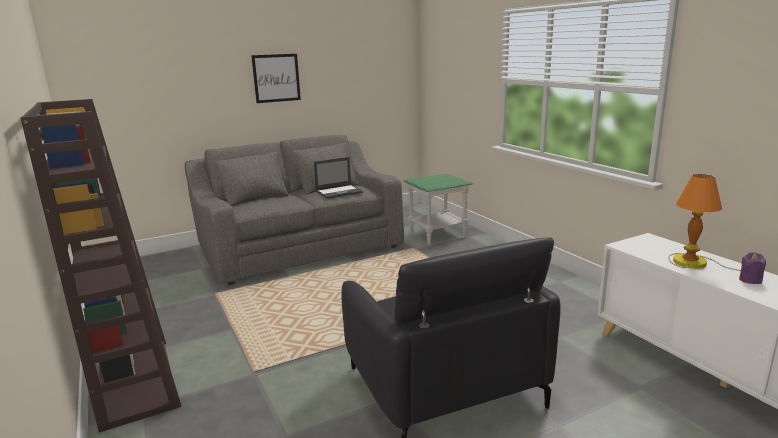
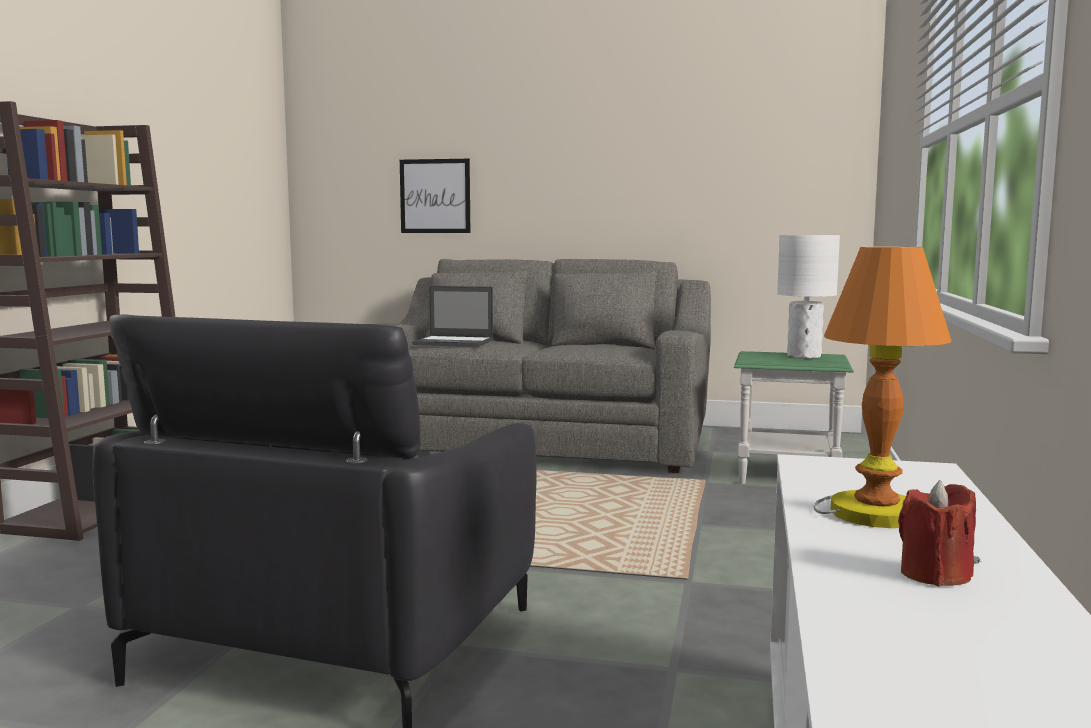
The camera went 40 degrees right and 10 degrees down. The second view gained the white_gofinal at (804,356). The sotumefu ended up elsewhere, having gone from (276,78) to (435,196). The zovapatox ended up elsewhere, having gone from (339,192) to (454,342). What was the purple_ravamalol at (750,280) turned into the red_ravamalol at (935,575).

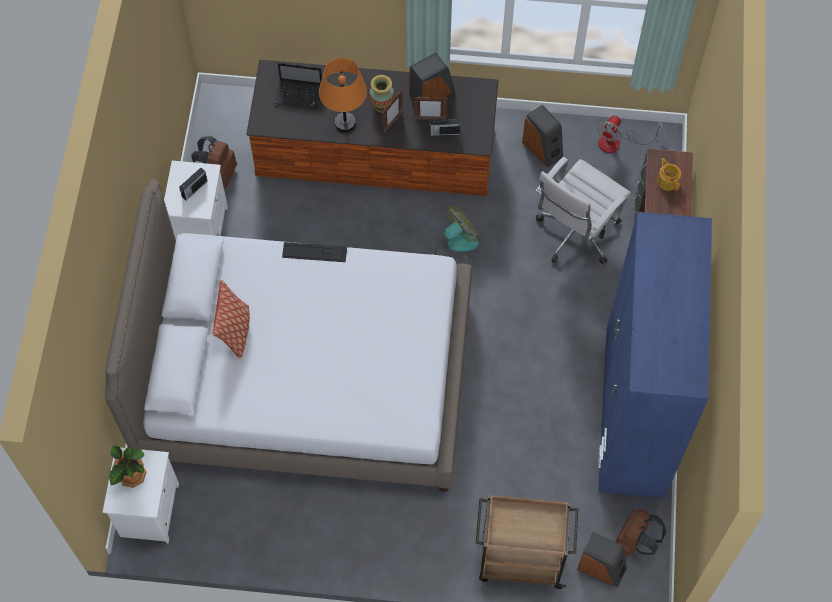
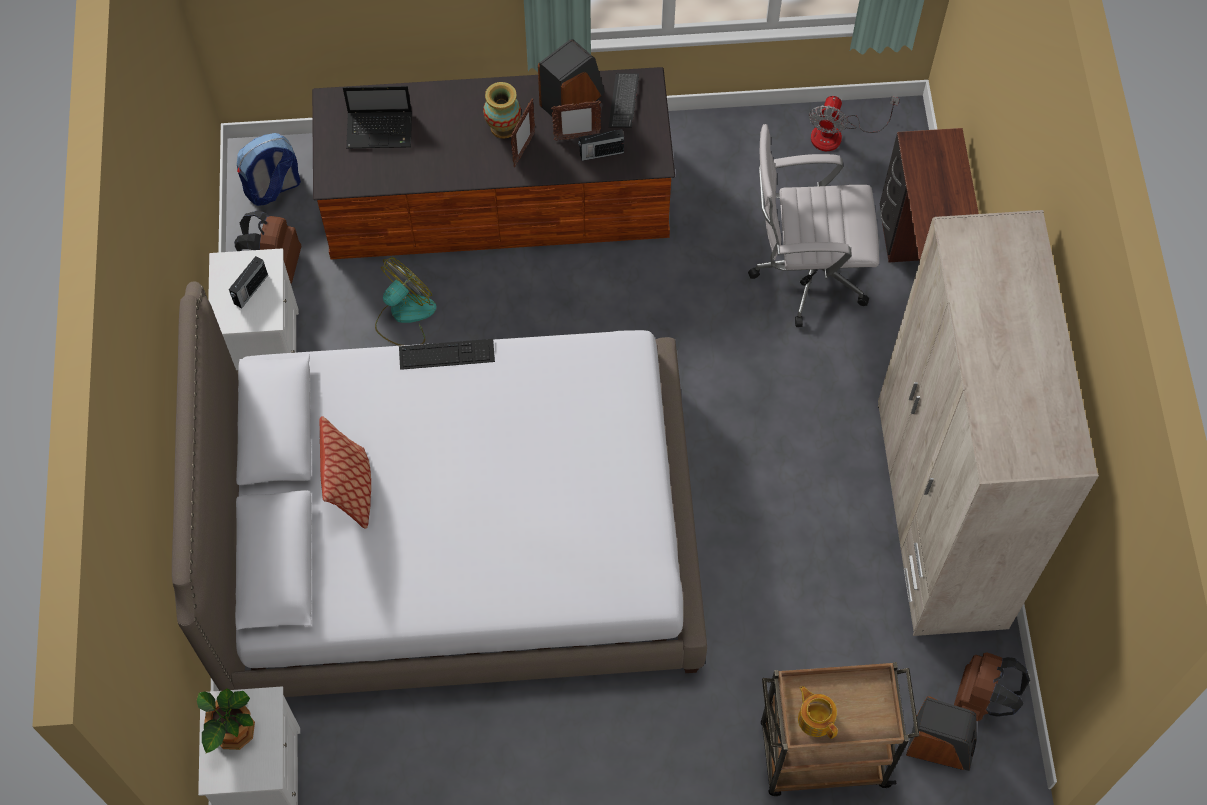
The camera went 10 degrees left and 0 degrees up. The second view lost the orange_gofinal at (345,122). The second view lost the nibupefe at (543,148). The second view gained the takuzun at (273,188). The second view gained the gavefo at (623,101). The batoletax ended up elsewhere, having gone from (456,246) to (404,316). The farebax ended up elsewhere, having gone from (668,180) to (815,718). What was the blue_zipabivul at (633,414) turned into the beige_zipabivul at (940,515). The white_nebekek at (575,235) ended up facing another way, 60 degrees clockwise from before.

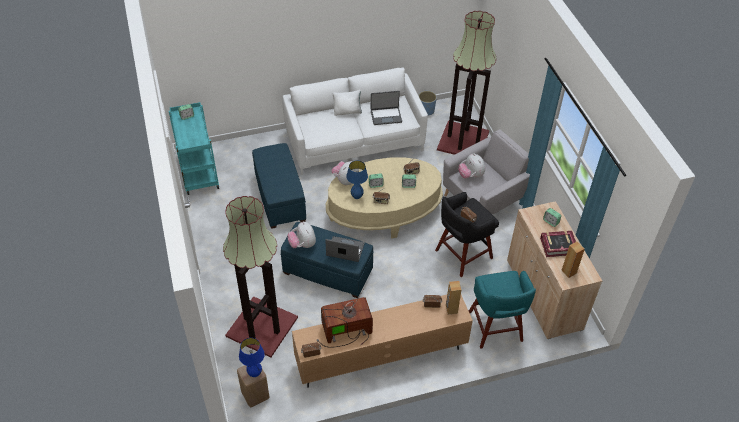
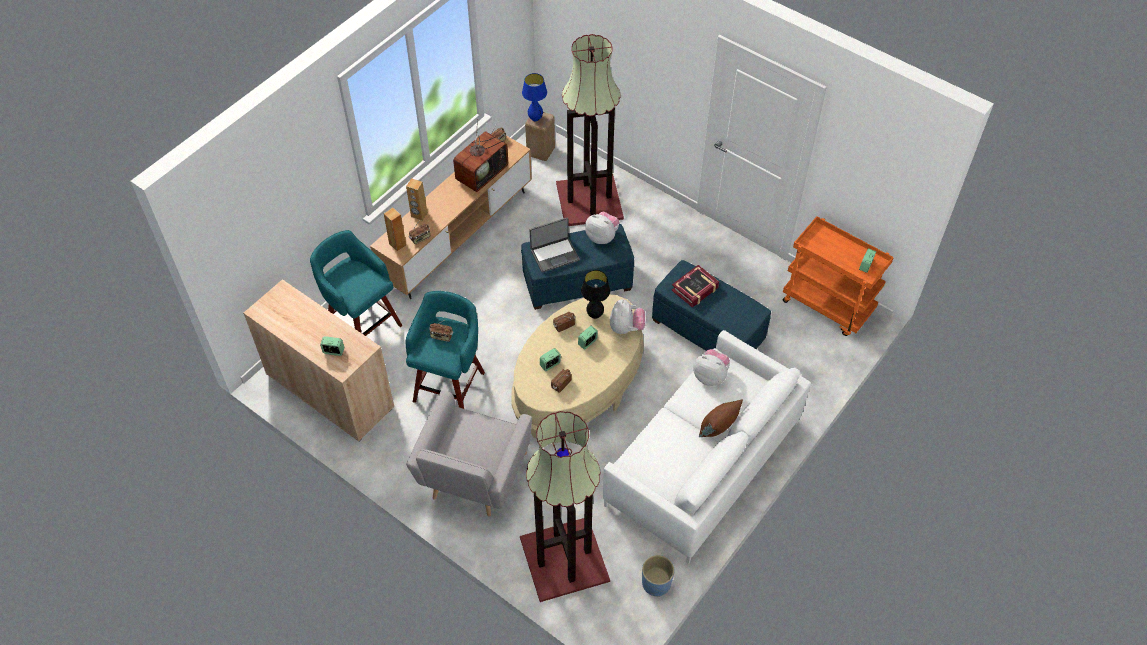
The camera went 145 degrees right and 5 degrees up. The second view lost the zovapatox at (386,116). The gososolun ended up elsewhere, having gone from (470,175) to (710,376). The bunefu ended up elsewhere, having gone from (558,246) to (695,289). The brown_nibupefe ended up elsewhere, having gone from (569,272) to (419,215). What was the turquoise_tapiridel at (198,172) turned into the orange_tapiridel at (828,306). What was the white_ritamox at (347,112) turned into the brown_ritamox at (717,428). What was the blue_gofinal at (356,197) turned into the black_gofinal at (595,315). What was the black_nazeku at (462,255) turned into the turquoise_nazeku at (450,385).

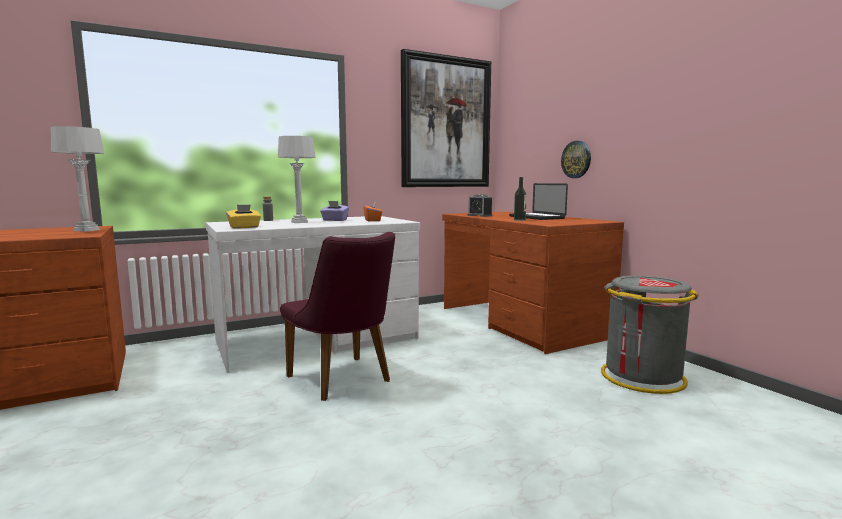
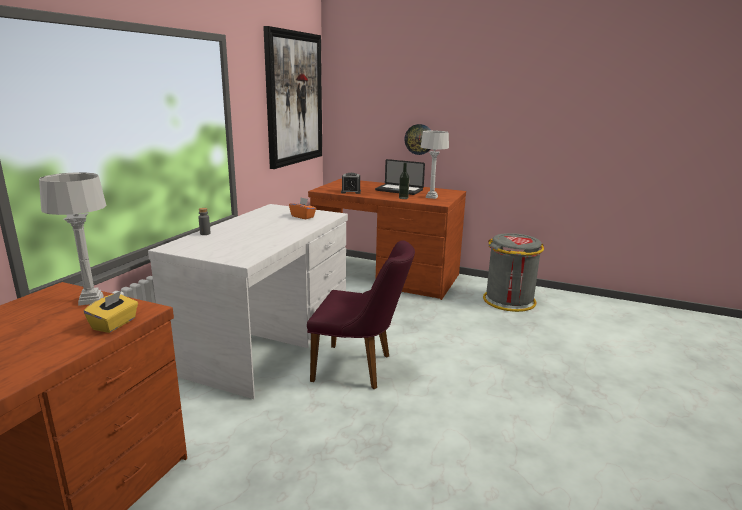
The camera went 40 degrees left and 10 degrees up. The second view lost the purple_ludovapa at (334,220). The yellow_ludovapa ended up elsewhere, having gone from (244,227) to (114,324). The grey_gofinal ended up elsewhere, having gone from (299,222) to (431,197).

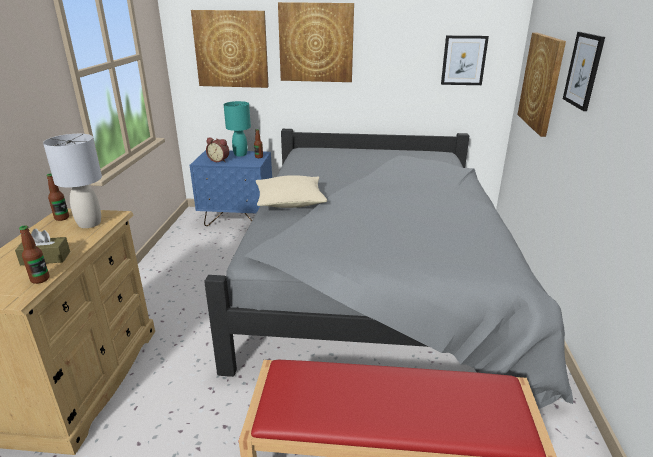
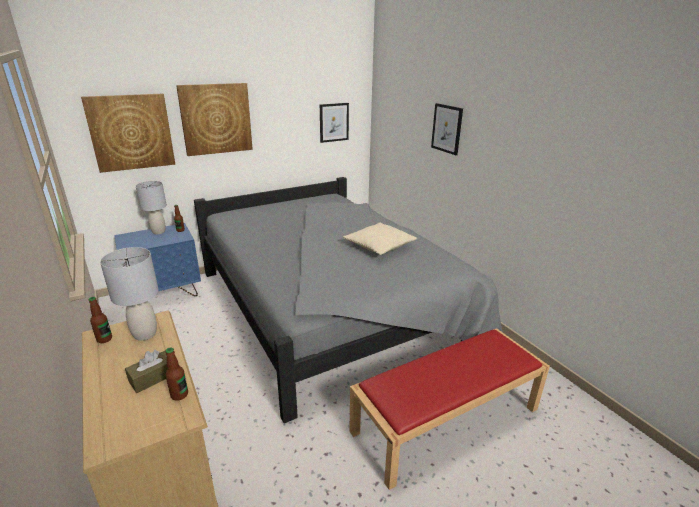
The camera went 35 degrees left and 0 degrees up. The second view lost the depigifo at (219,160). The second view lost the sotumefu at (541,82). The beige_ritamox ended up elsewhere, having gone from (290,201) to (379,246). What was the turquoise_gofinal at (240,154) turned into the grey_gofinal at (159,232).

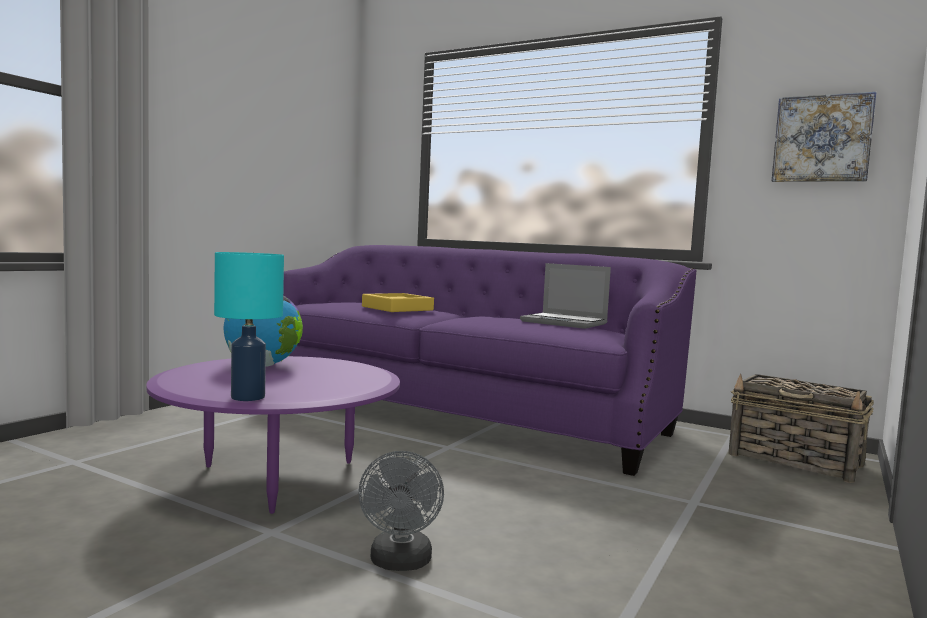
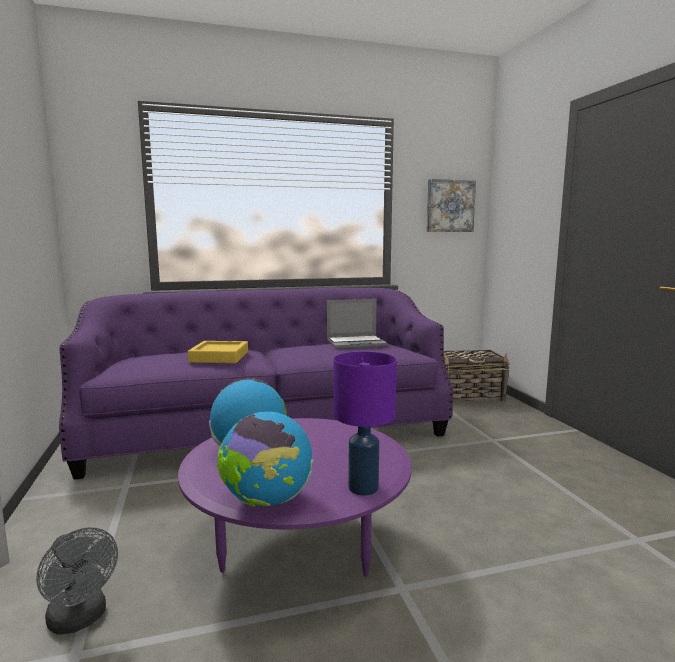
The camera went 45 degrees left and 5 degrees up. The second view gained the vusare at (267,501). The grey_batoletax ended up elsewhere, having gone from (400,563) to (80,619). What was the turquoise_gofinal at (249,397) turned into the purple_gofinal at (364,487).

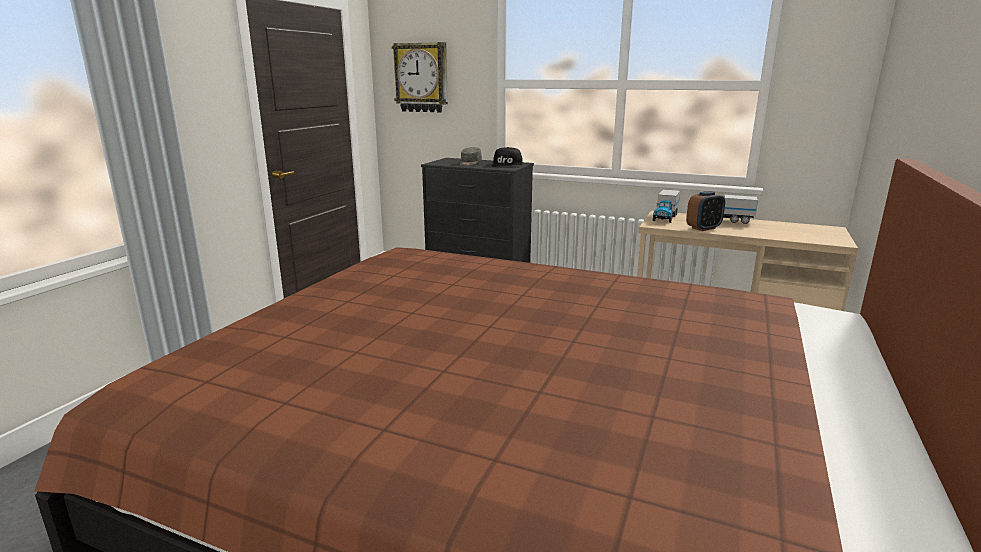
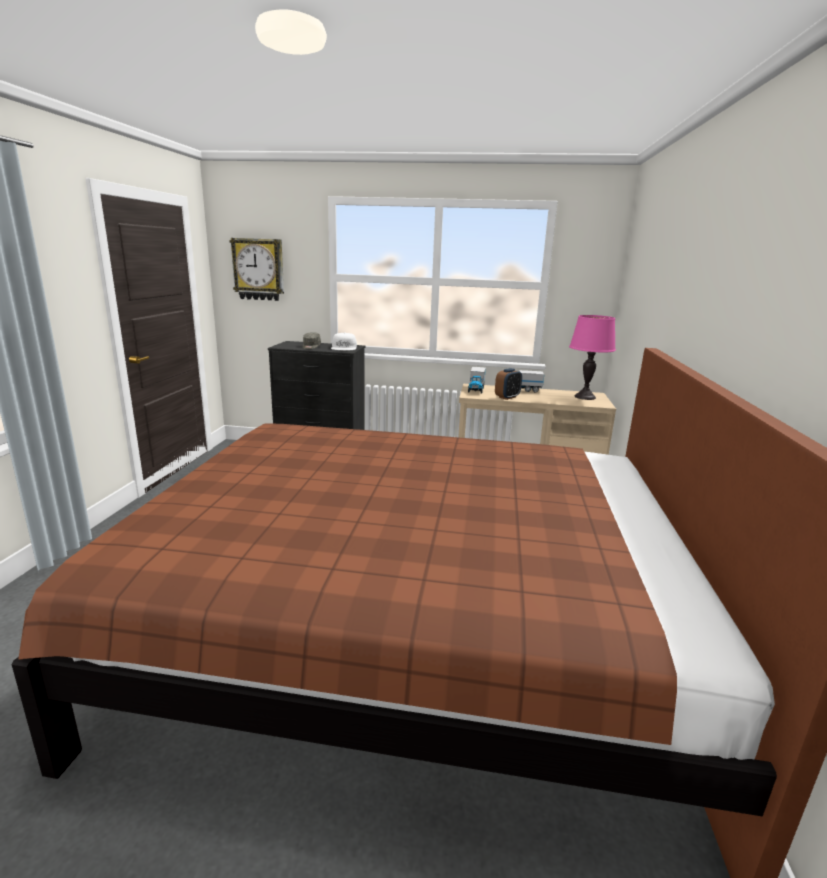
The camera went 15 degrees left and 0 degrees up. The second view gained the pink_gofinal at (585,397). What was the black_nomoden at (507,165) turned into the white_nomoden at (344,347).

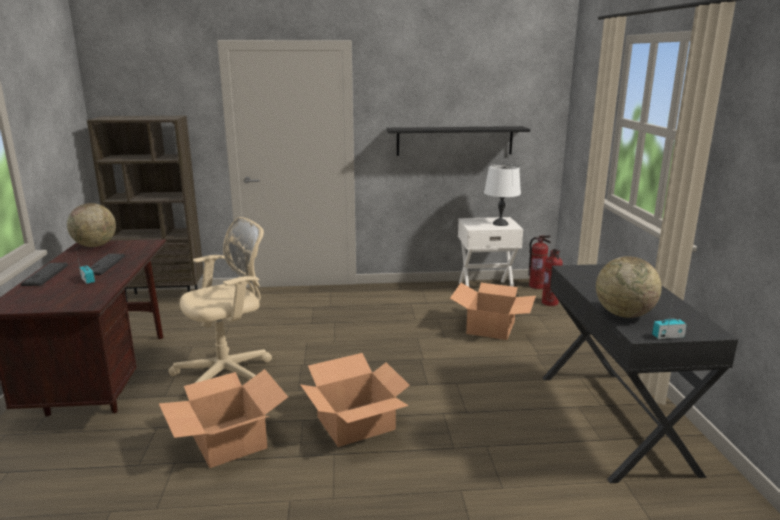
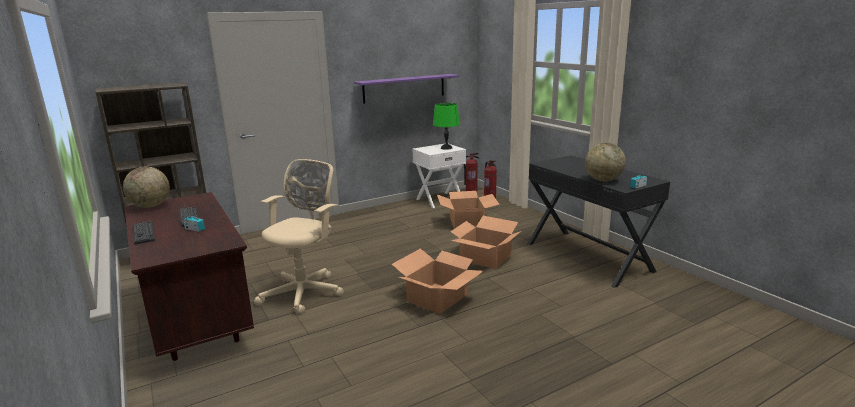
The camera went 25 degrees left and 0 degrees up. The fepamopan ended up elsewhere, having gone from (228,441) to (485,258). What was the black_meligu at (454,140) turned into the purple_meligu at (404,88). What was the white_gofinal at (500,224) turned into the green_gofinal at (446,148).

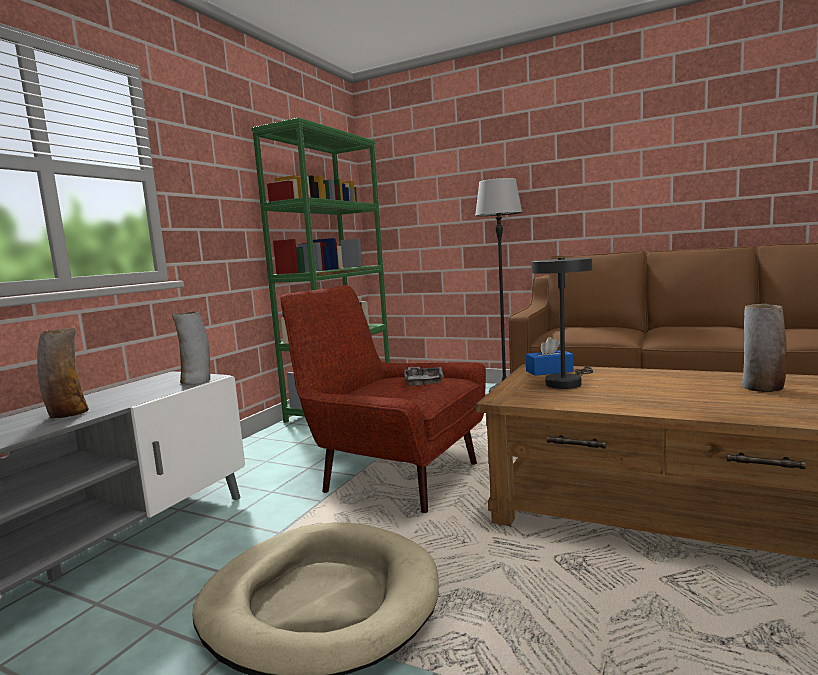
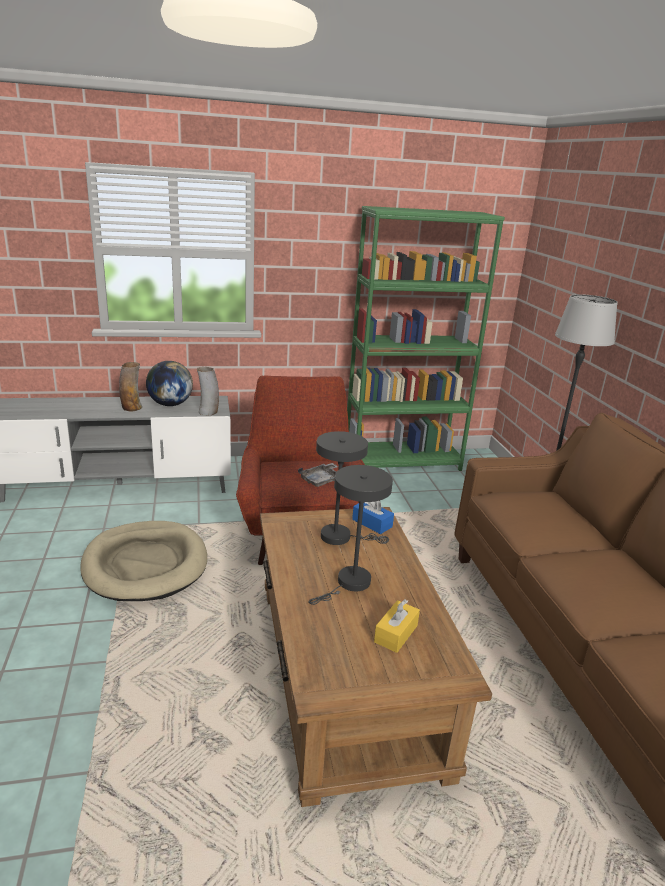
The camera went 50 degrees right and 15 degrees up. The second view gained the vusare at (170,404). The second view gained the grey_gofinal at (350,584). Where the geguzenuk stood at (762,388), the yellow_ludovapa came to stand at (396,634).

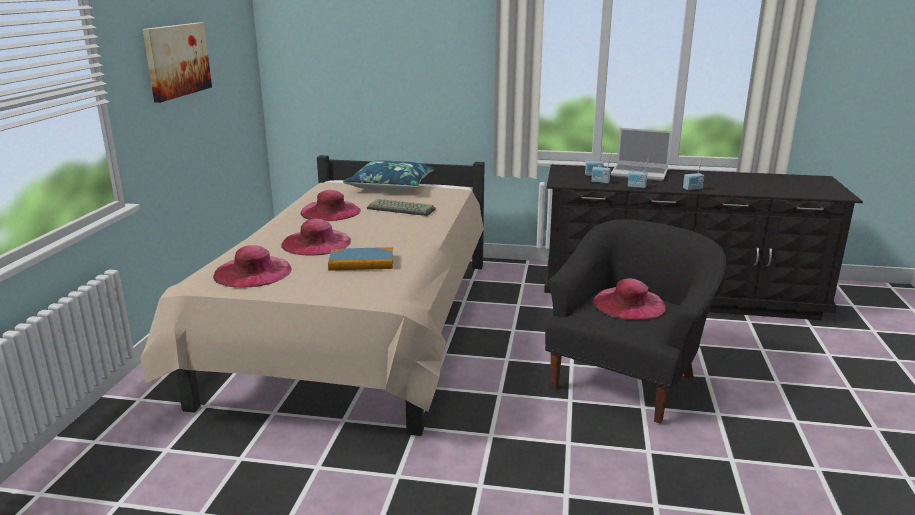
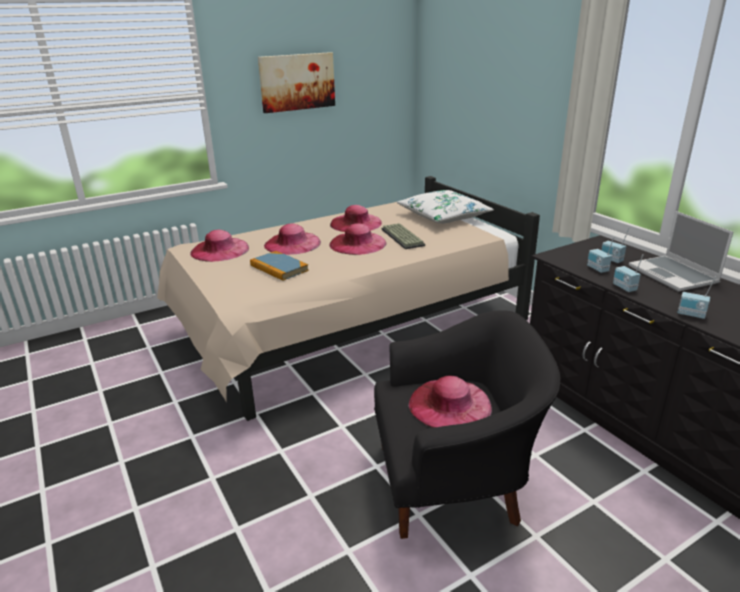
The camera went 50 degrees right and 5 degrees up. The second view gained the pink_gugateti at (357,243). What was the blue_ritamox at (391,186) turned into the white_ritamox at (443,216).

